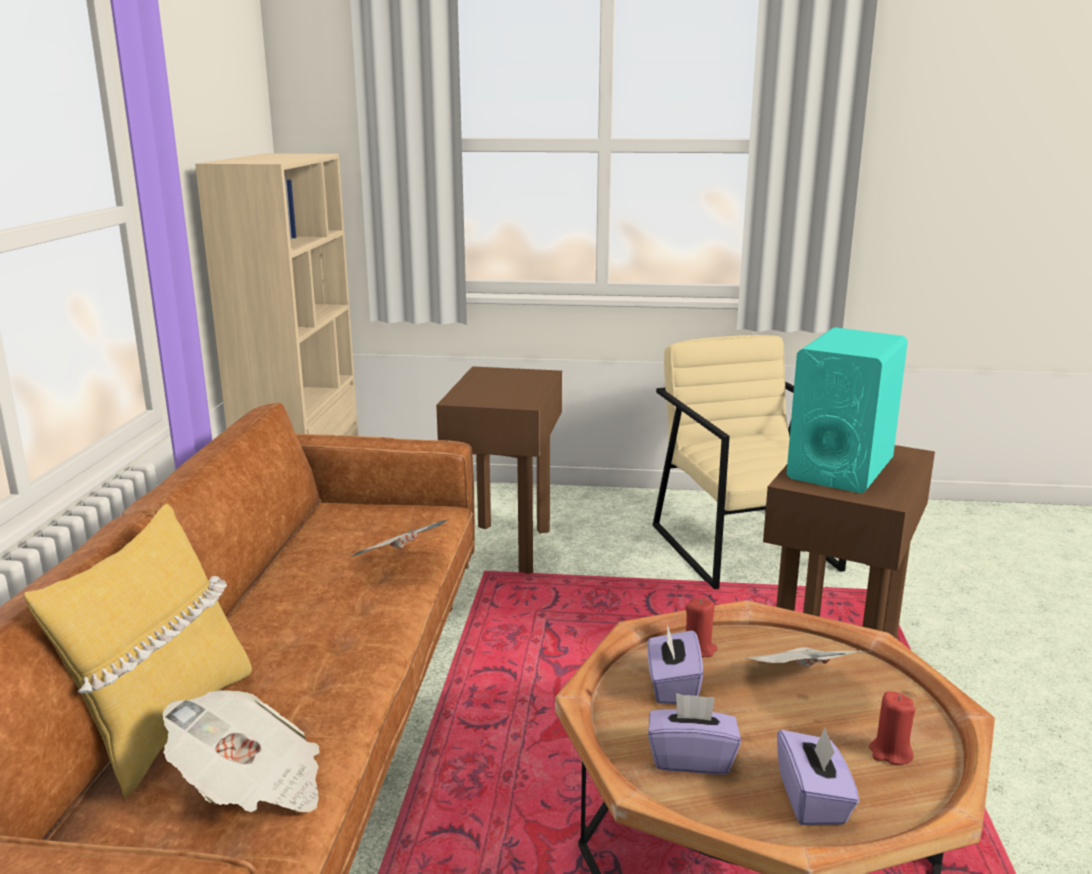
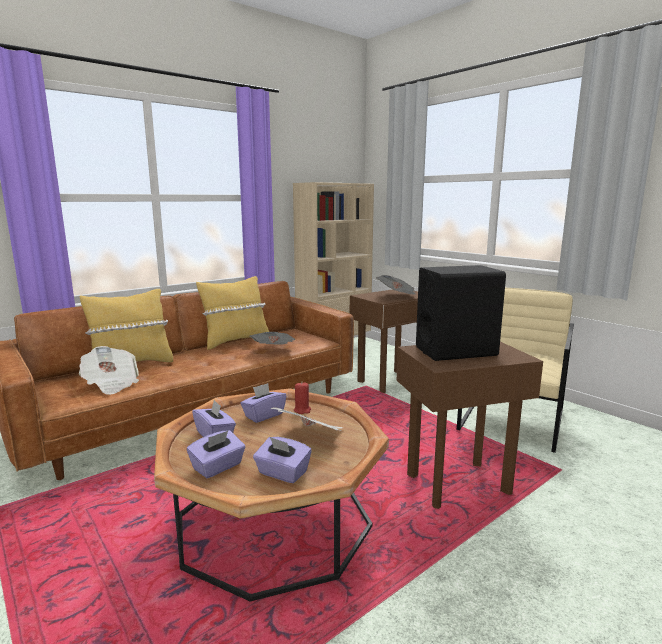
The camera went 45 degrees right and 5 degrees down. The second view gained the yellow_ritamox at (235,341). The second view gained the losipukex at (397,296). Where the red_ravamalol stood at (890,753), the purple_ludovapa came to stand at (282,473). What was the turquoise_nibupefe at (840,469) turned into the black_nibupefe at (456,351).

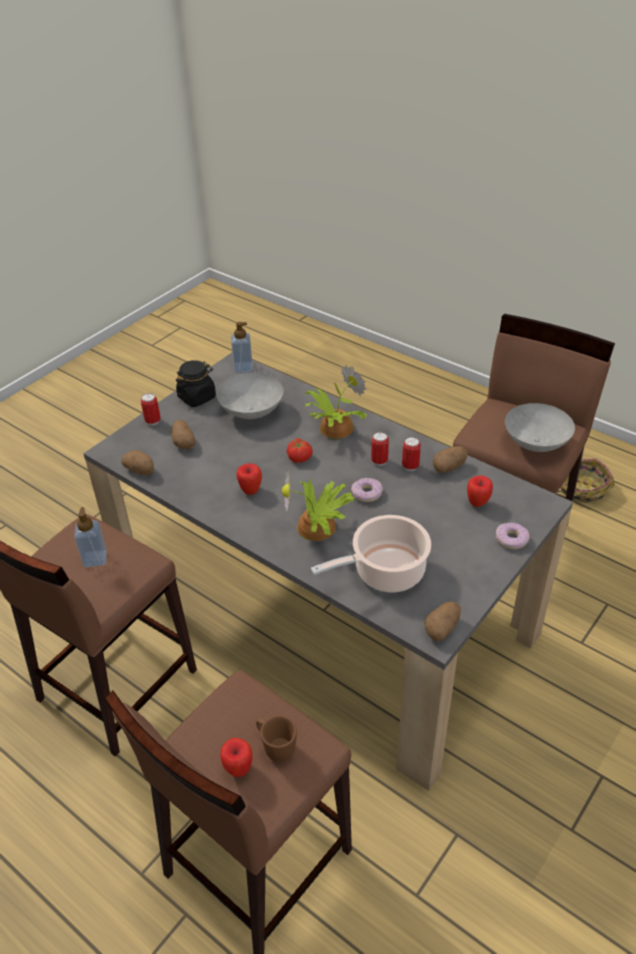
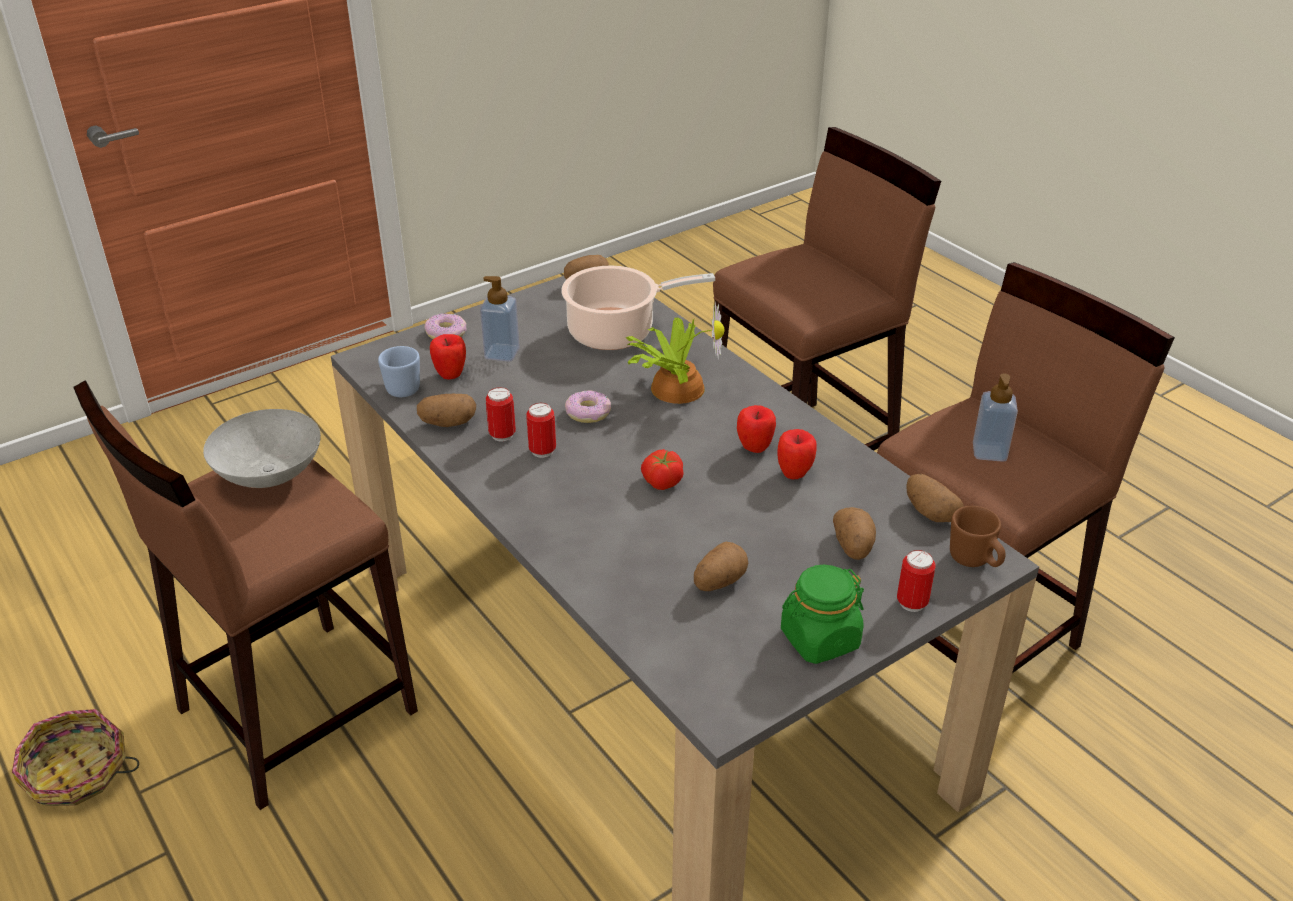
The camera went 165 degrees left and 5 degrees down. The second view lost the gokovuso at (334,428). The second view gained the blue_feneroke at (400,387). The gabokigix ended up elsewhere, having gone from (238,769) to (794,474). The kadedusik ended up elsewhere, having gone from (243,367) to (502,353). The brown_feneroke ended up elsewhere, having gone from (275,746) to (975,561). Where the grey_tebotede stood at (250,412), the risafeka came to stand at (719,581). What was the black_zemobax at (197,397) turned into the green_zemobax at (819,639).

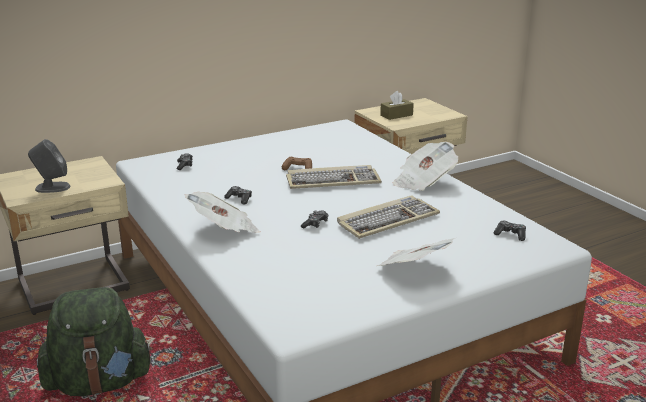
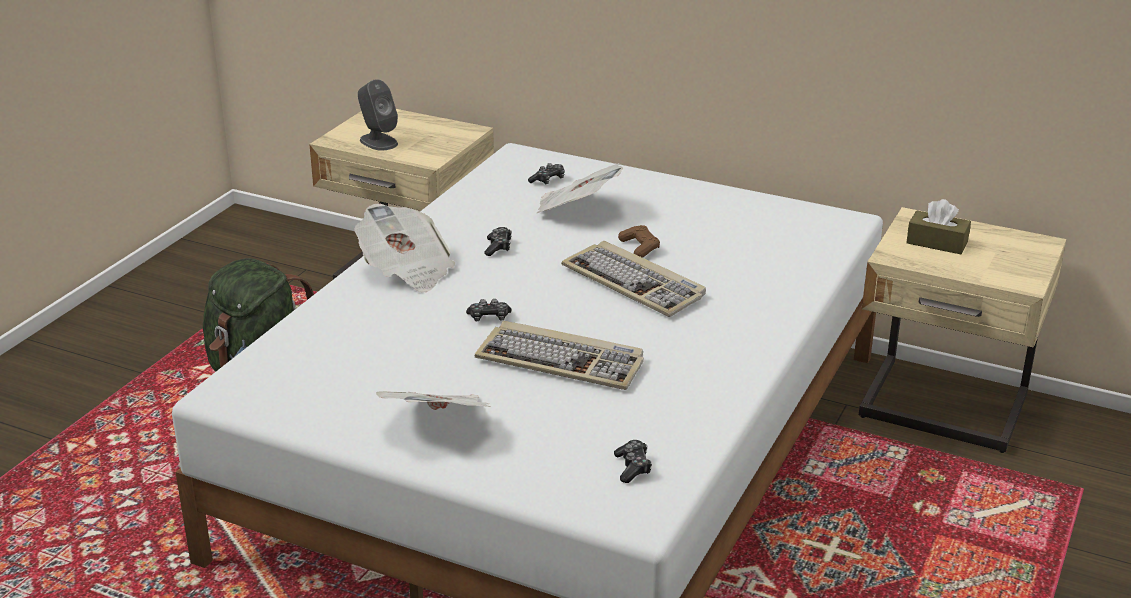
The camera went 55 degrees right and 5 degrees up. The losipukex ended up elsewhere, having gone from (423,182) to (577,210).

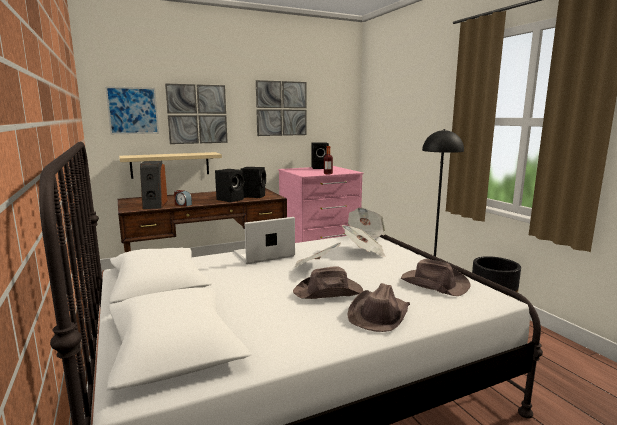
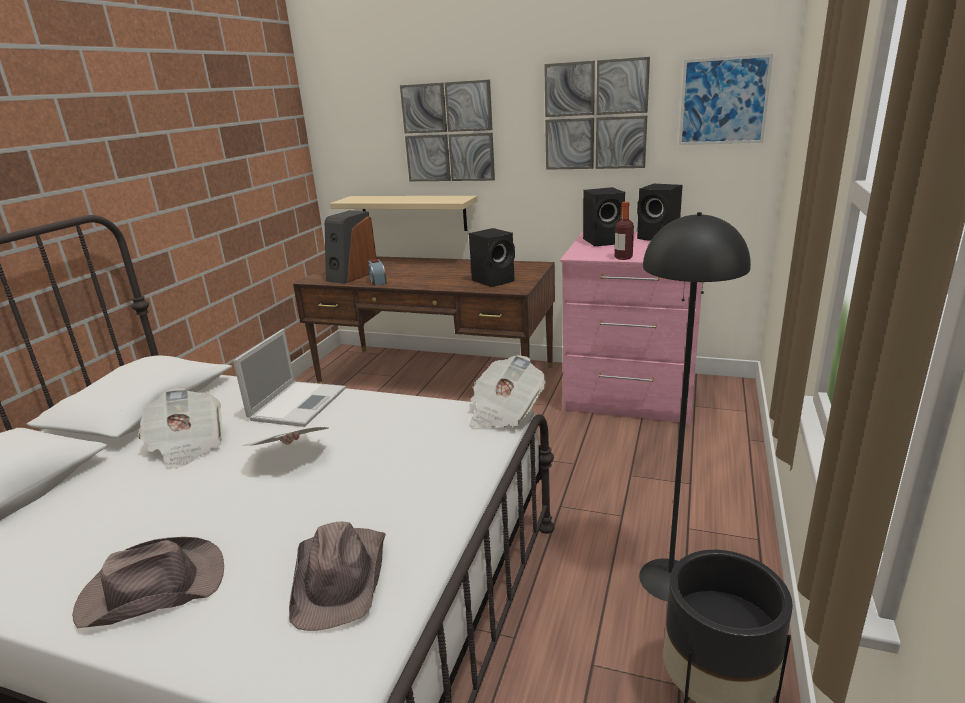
The camera went 45 degrees right and 10 degrees up. The second view lost the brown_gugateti at (329,292). The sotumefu ended up elsewhere, having gone from (133,110) to (723,101). The black_nibupefe ended up elsewhere, having gone from (231,199) to (604,241). The losipukex ended up elsewhere, having gone from (364,252) to (187,446). The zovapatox at (263,255) ended up facing another way, 90 degrees clockwise from before.

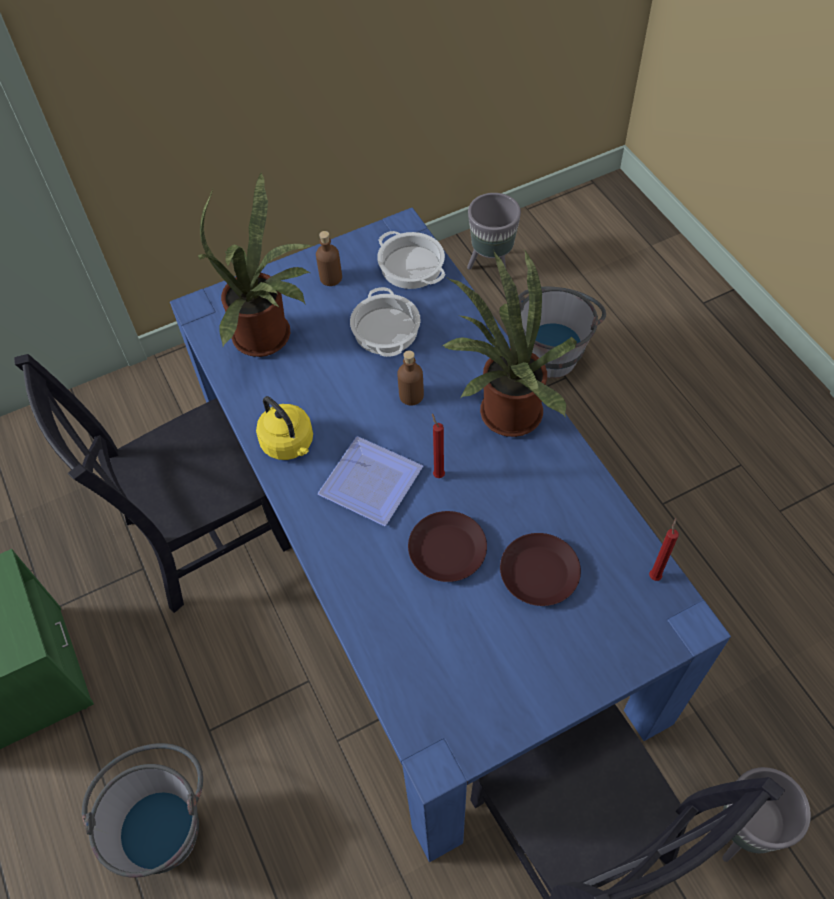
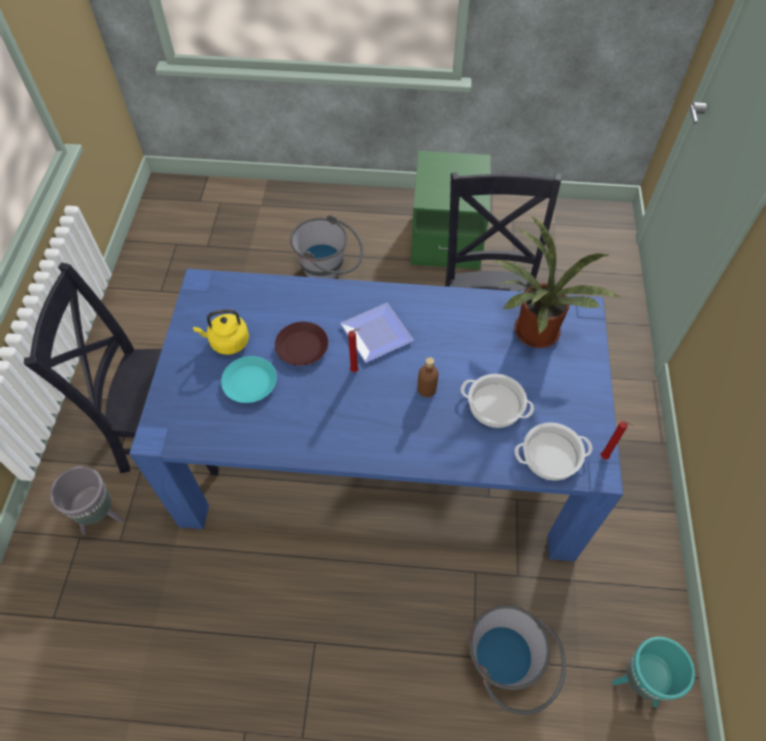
The camera went 120 degrees right and 0 degrees up. The second view lost the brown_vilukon at (331,278). The second view lost the gokovuso at (504,415). The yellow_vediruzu ended up elsewhere, having gone from (289,444) to (227,342). The red_ravamalol ended up elsewhere, having gone from (655,575) to (605,458). What was the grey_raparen at (491,267) turned into the turquoise_raparen at (637,681). What was the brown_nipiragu at (538,573) turned into the turquoise_nipiragu at (250,382).

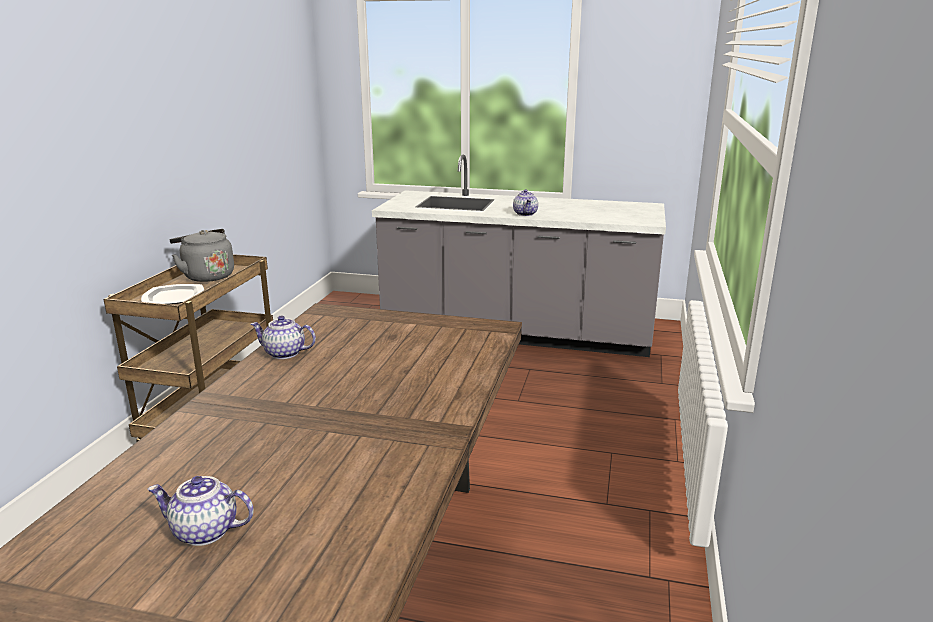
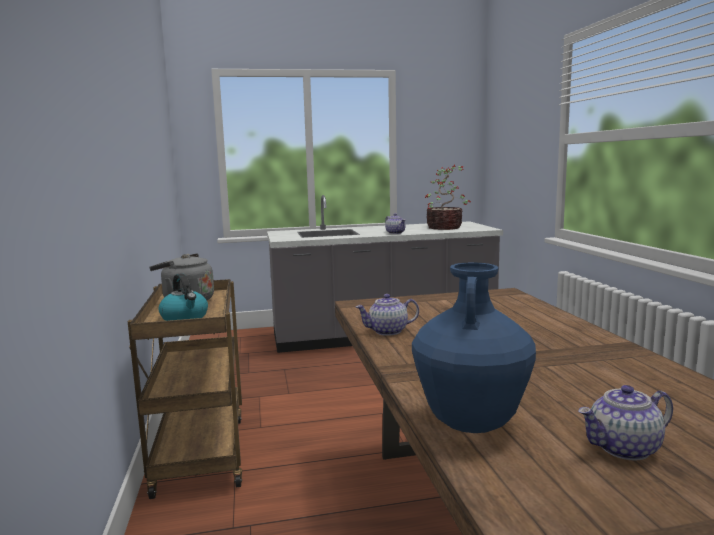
The camera went 25 degrees left and 10 degrees down. The second view gained the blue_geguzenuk at (471,423). The second view gained the gokovuso at (445,227). Where the nipiragu stood at (174,297), the vediruzu came to stand at (185,318).

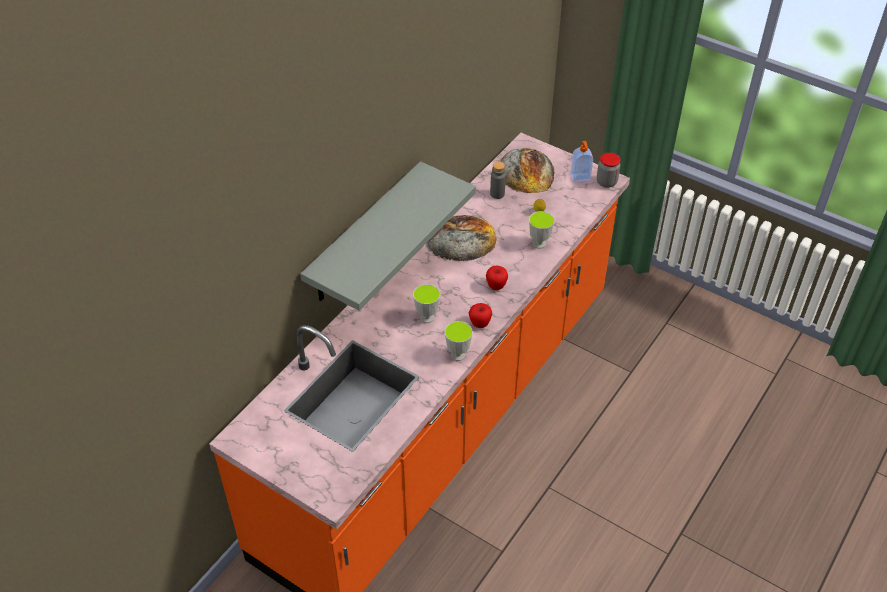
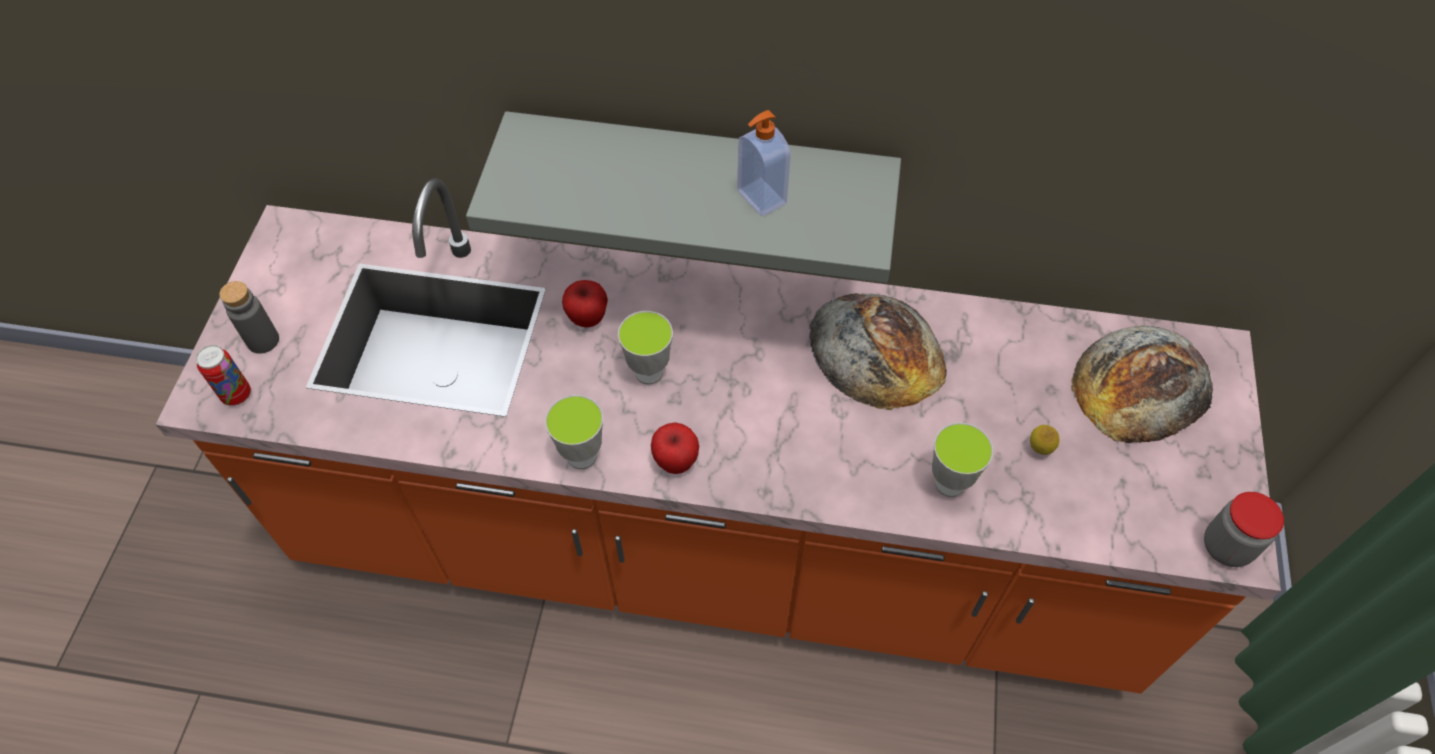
The camera went 65 degrees right and 10 degrees up. The second view gained the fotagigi at (236,395). The gabokigix ended up elsewhere, having gone from (496,286) to (587,319). The grey_vilukon ended up elsewhere, having gone from (497,194) to (263,340). The kadedusik ended up elsewhere, having gone from (580,178) to (760,198).

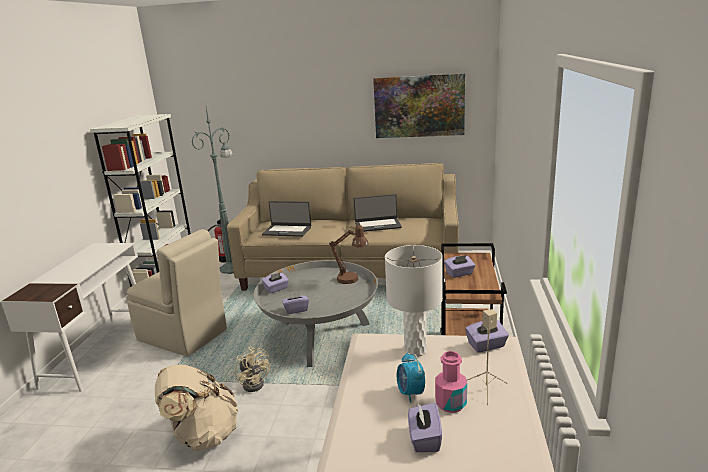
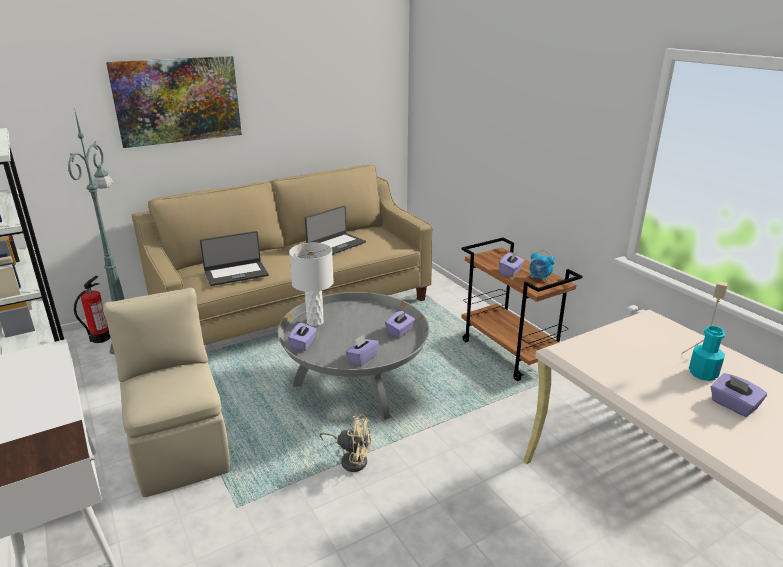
The camera went 40 degrees left and 5 degrees up. The second view lost the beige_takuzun at (203,435). The second view lost the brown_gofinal at (352,280). The sotumefu ended up elsewhere, having gone from (419,106) to (178,100). The white_gofinal ended up elsewhere, having gone from (415,351) to (315,322). The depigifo ended up elsewhere, having gone from (410,393) to (539,278). The purple_ludovapa ended up elsewhere, having gone from (486,346) to (400,331). What was the pink_vilukon at (450,403) turned into the turquoise_vilukon at (703,373). The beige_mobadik at (184,336) ended up facing another way, 105 degrees counterclockwise from before.

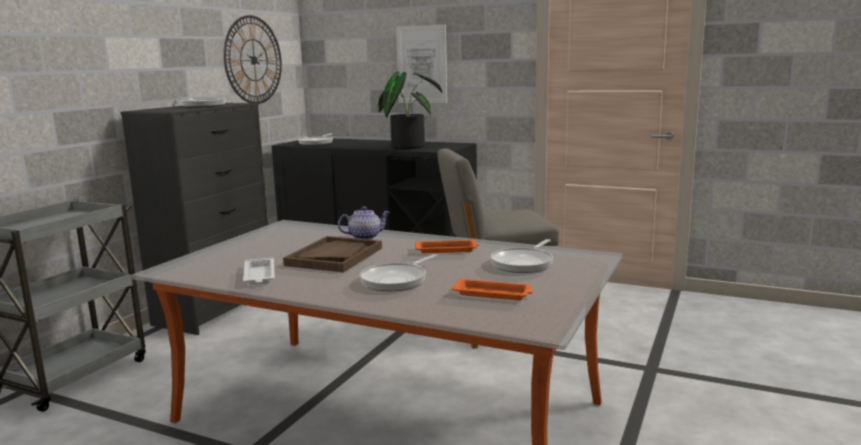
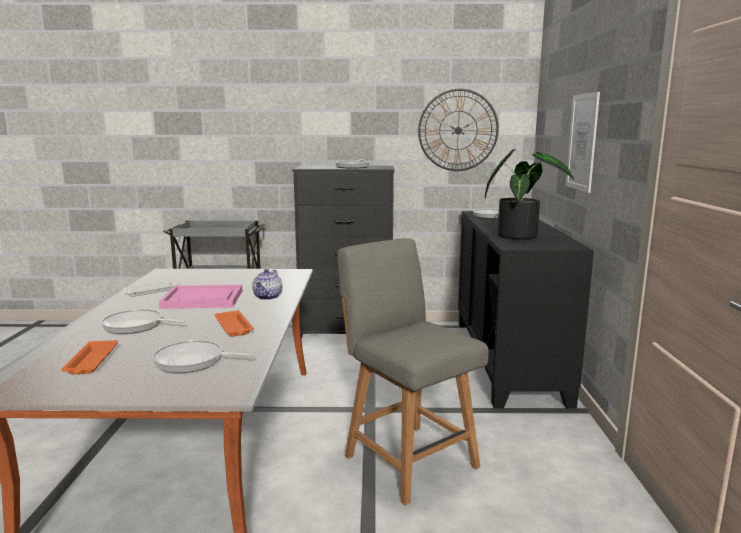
The camera went 65 degrees right and 0 degrees up. What was the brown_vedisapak at (334,256) turned into the pink_vedisapak at (203,299). The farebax at (365,237) ended up facing another way, 60 degrees clockwise from before.

